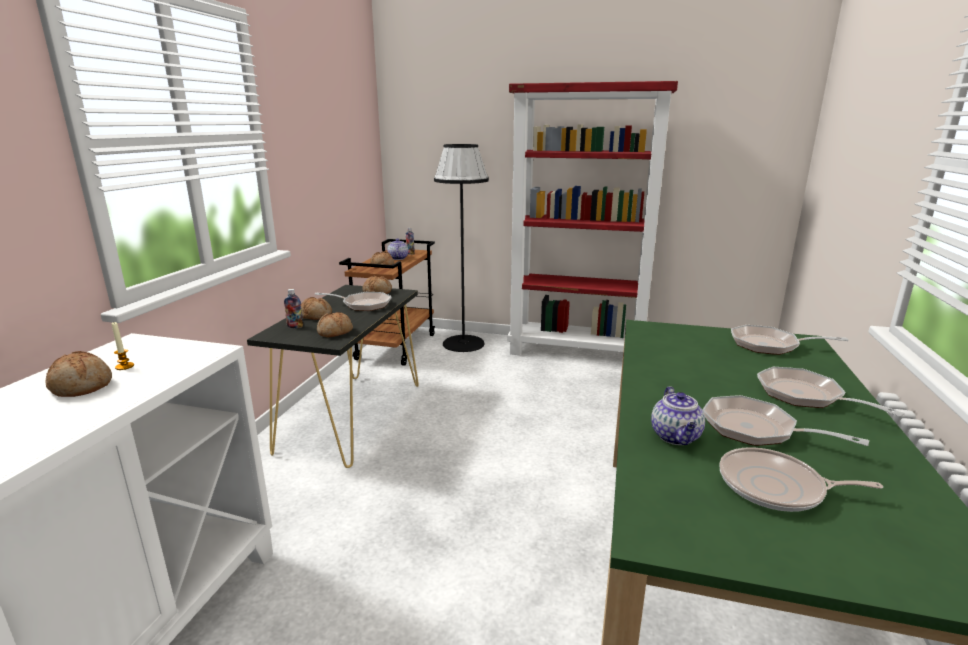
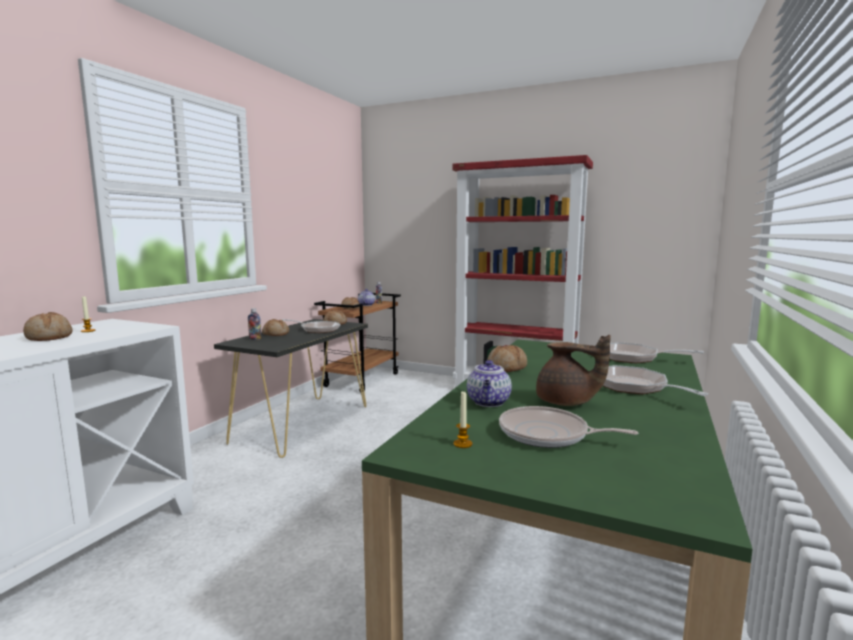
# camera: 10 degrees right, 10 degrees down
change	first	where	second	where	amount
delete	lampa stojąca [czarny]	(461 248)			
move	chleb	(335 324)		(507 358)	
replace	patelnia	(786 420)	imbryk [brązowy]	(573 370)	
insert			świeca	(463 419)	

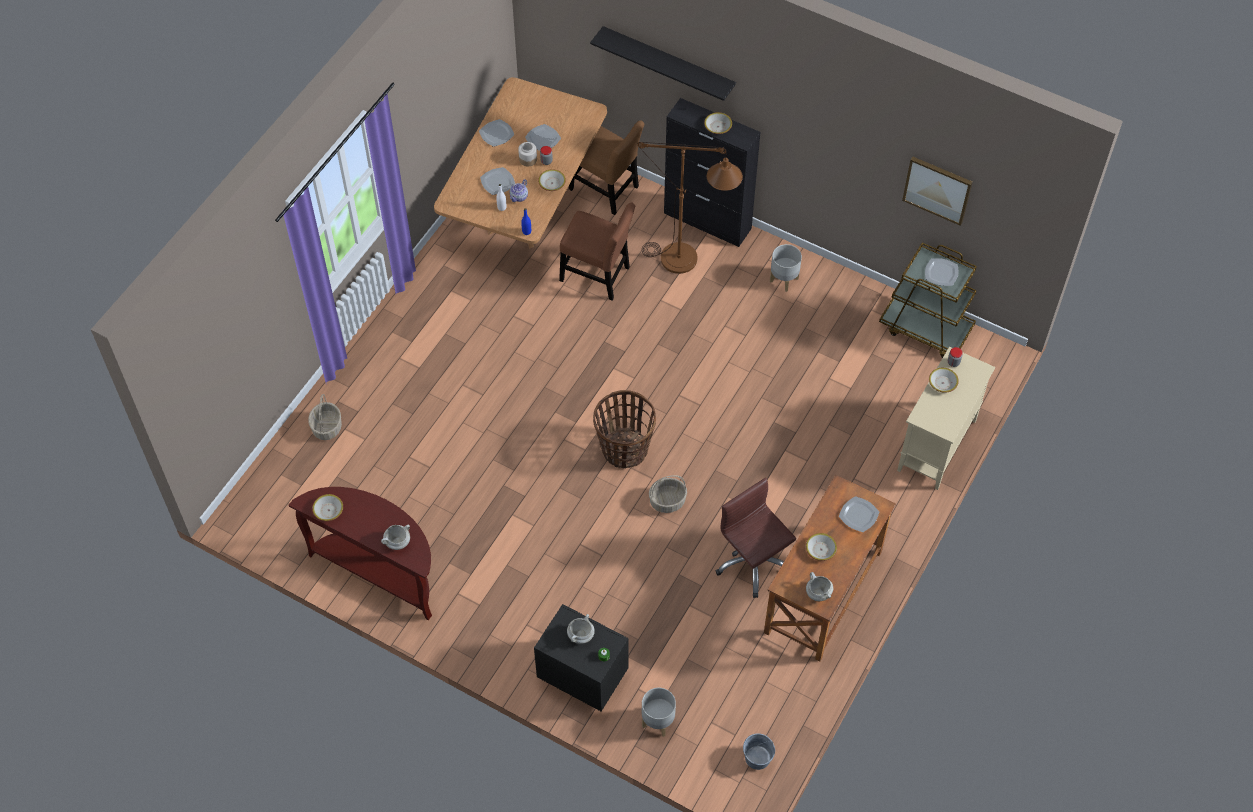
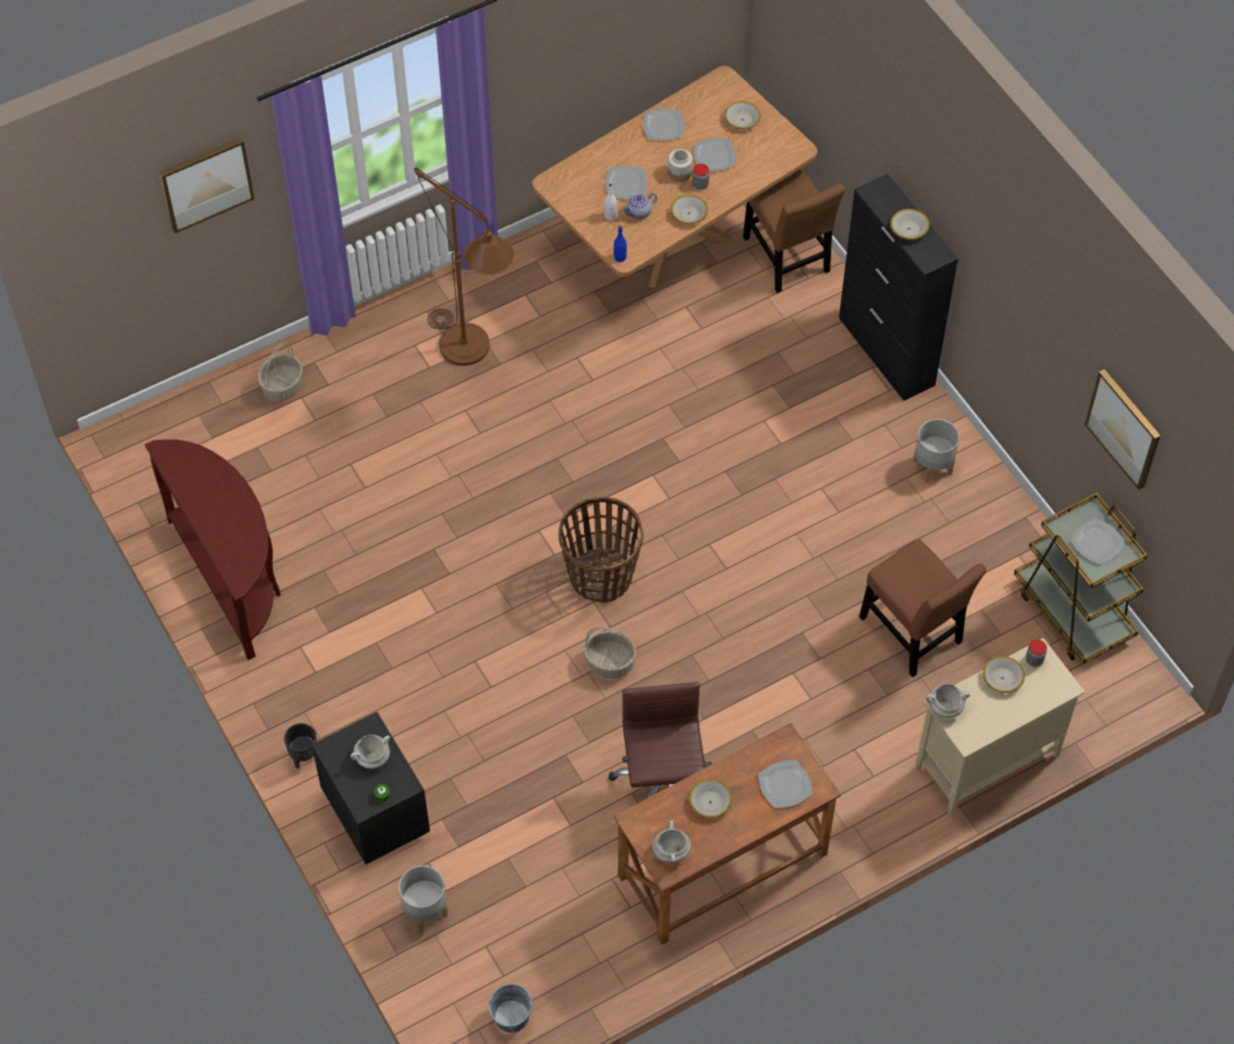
# camera: 30 degrees right, 0 degrees up
change	first	where	second	where	amount
delete	półka [czarny]	(663 63)			
move	lampa stojąca [brązowy]	(690 208)		(464 267)	
move	krzesło [brązowy]	(597 251)		(923 608)	
move	miska	(327 507)		(742 115)	
move	garnek [biały]	(395 537)		(948 701)	
insert			obraz	(207 185)	
insert			donica [czarny]	(300 746)	

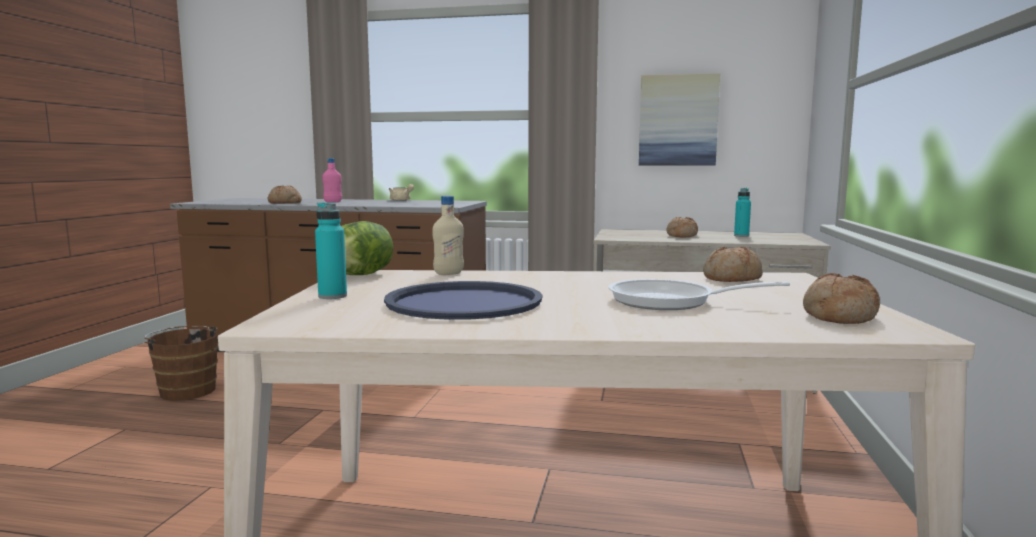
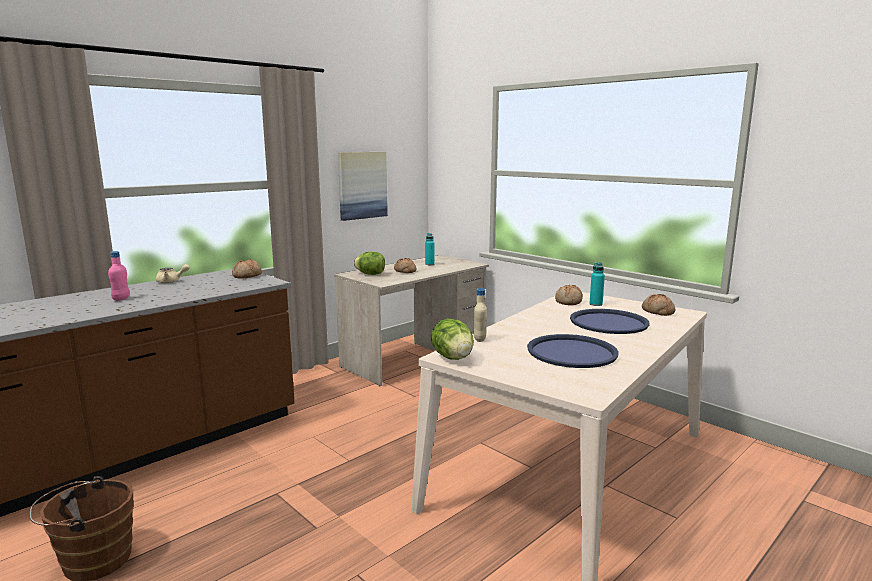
# camera: 55 degrees left, 5 degrees up
change	first	where	second	where	amount
move	chleb	(285 194)		(247 269)	
move	butelka [turkusowy]	(331 250)		(597 284)	
replace	patelnia	(699 294)	taca [niebieski]	(610 321)	
insert			sałata	(369 263)	

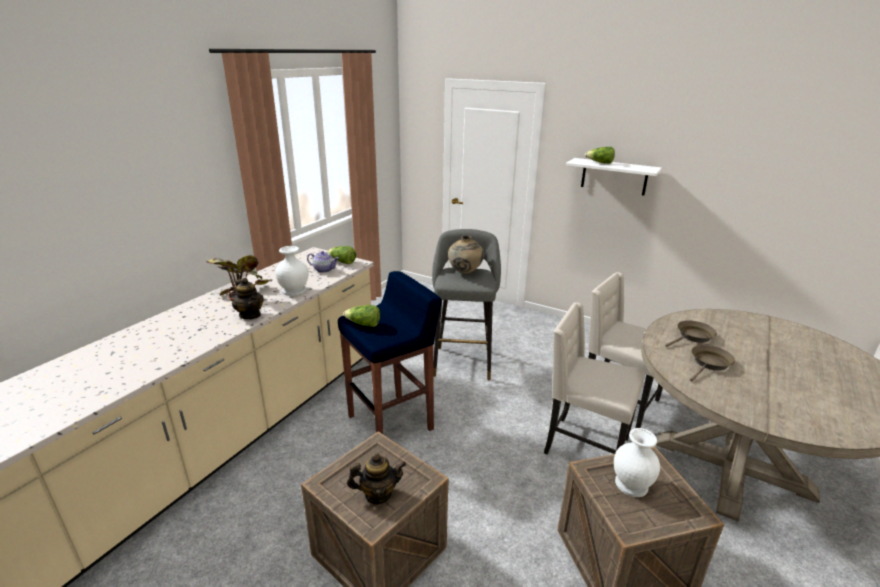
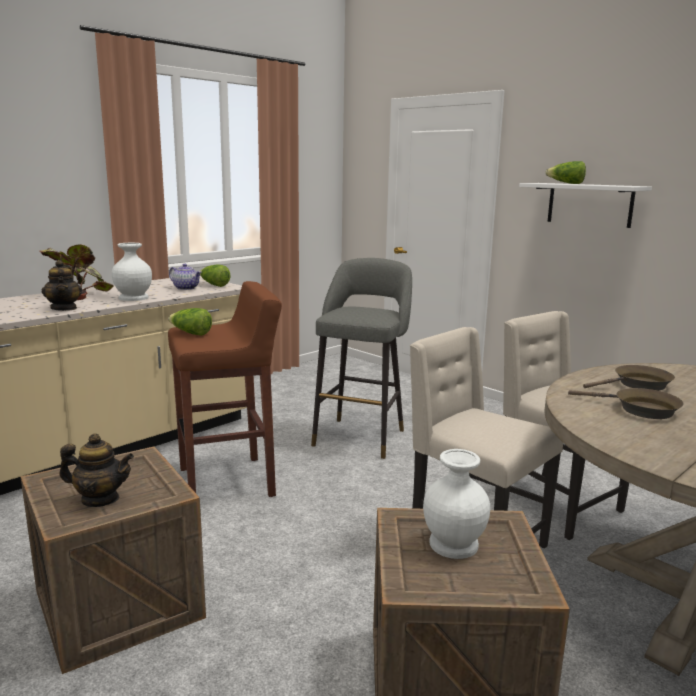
# camera: 15 degrees right, 10 degrees down
change	first	where	second	where	amount
delete	wazon [beżowy]	(466 254)			
recolor	stołek [niebieski]	(390 352)	stołek [brązowy]	(225 389)	
rotate	patelnia [brązowy]	(712 363)		(626 403)	60 degrees clockwise

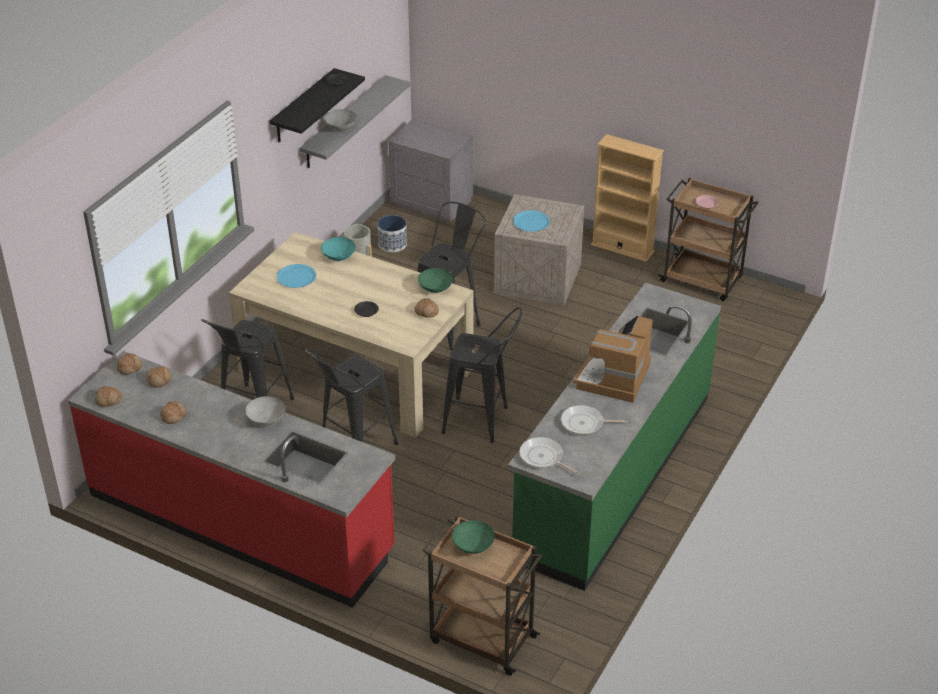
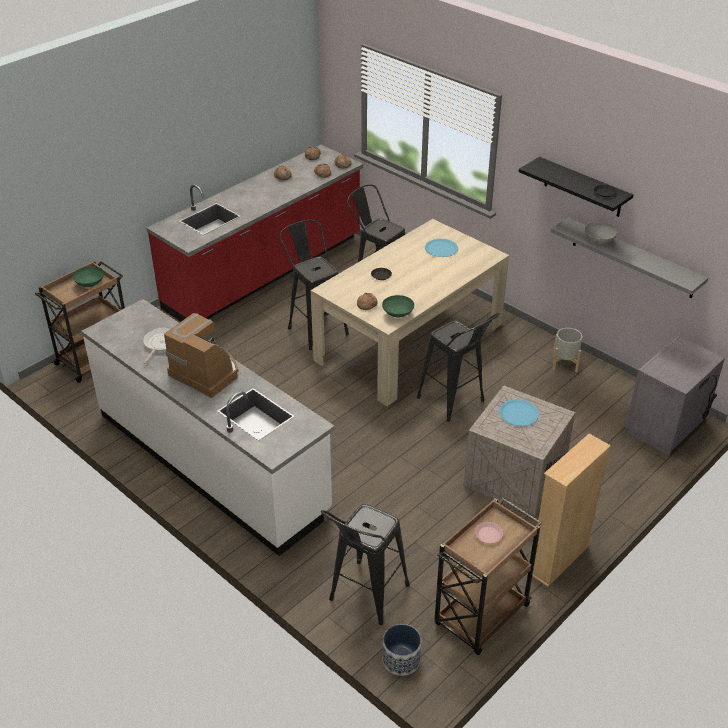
# camera: 105 degrees right, 0 degrees up
change	first	where	second	where	amount
move	donica	(392 233)		(402 650)	
delete	miska [turkusowy]	(338 249)			
recolor	zabudowa kuchenna [zielony]	(614 436)	zabudowa kuchenna [biały]	(208 427)	
move	stołek [czarny]	(481 375)		(365 564)	
delete	miska [szary]	(265 411)			
delete	patelnia	(549 456)			

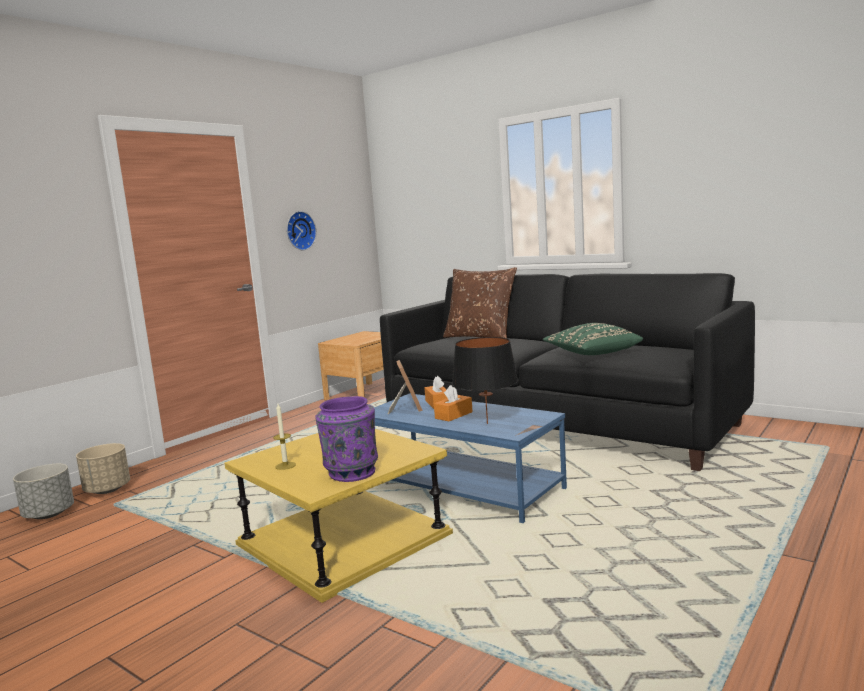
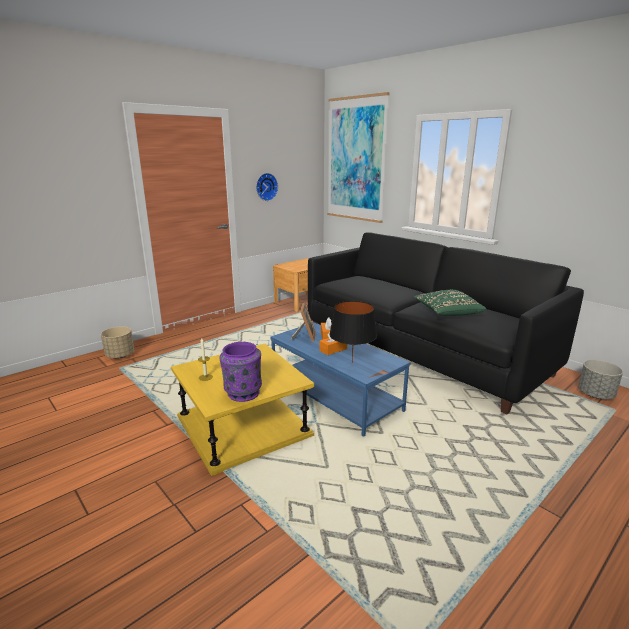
# camera: 10 degrees right, 10 degrees up
change	first	where	second	where	amount
delete	poduszka [brązowy]	(480 302)			
move	donica [szary]	(43 491)		(600 379)	
insert			obraz	(358 157)	

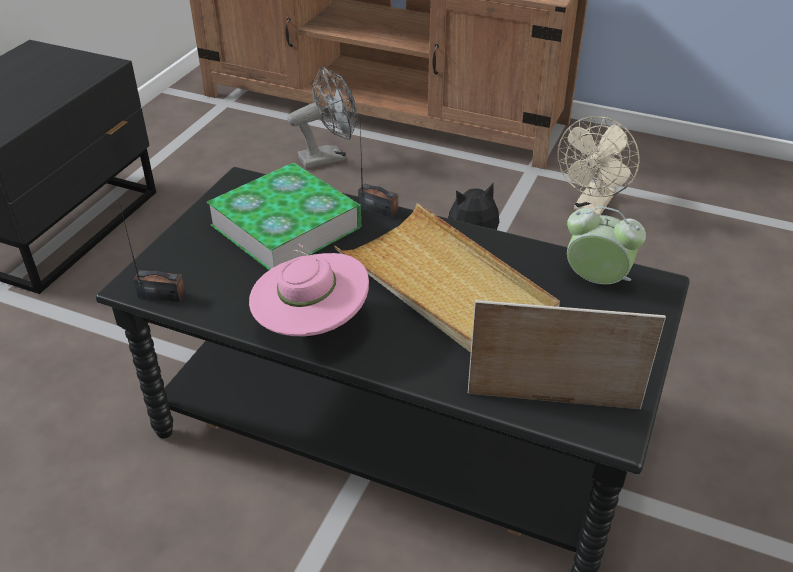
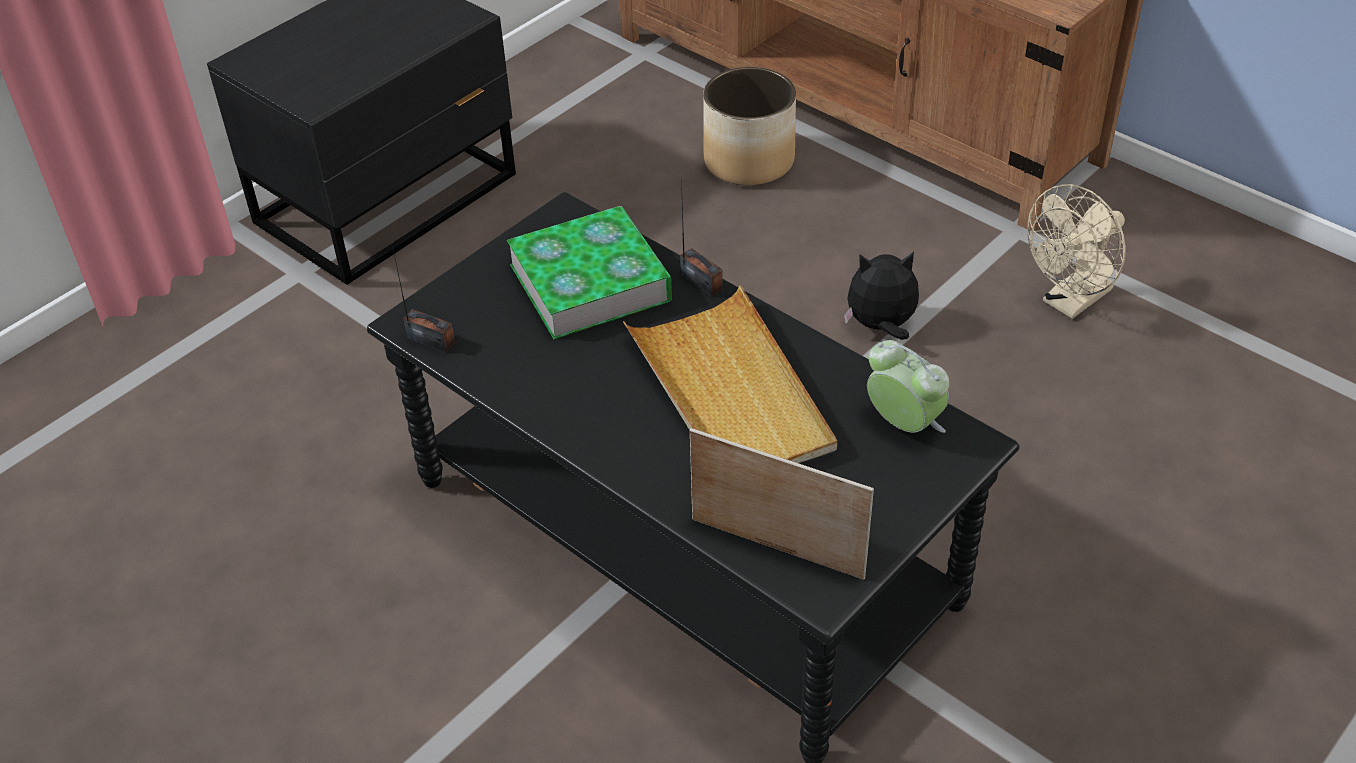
# camera: 20 degrees right, 5 degrees up
change	first	where	second	where	amount
replace	wentylator [szary]	(322 118)	donica	(749 126)	
delete	kapelusz [różowy]	(309 290)			

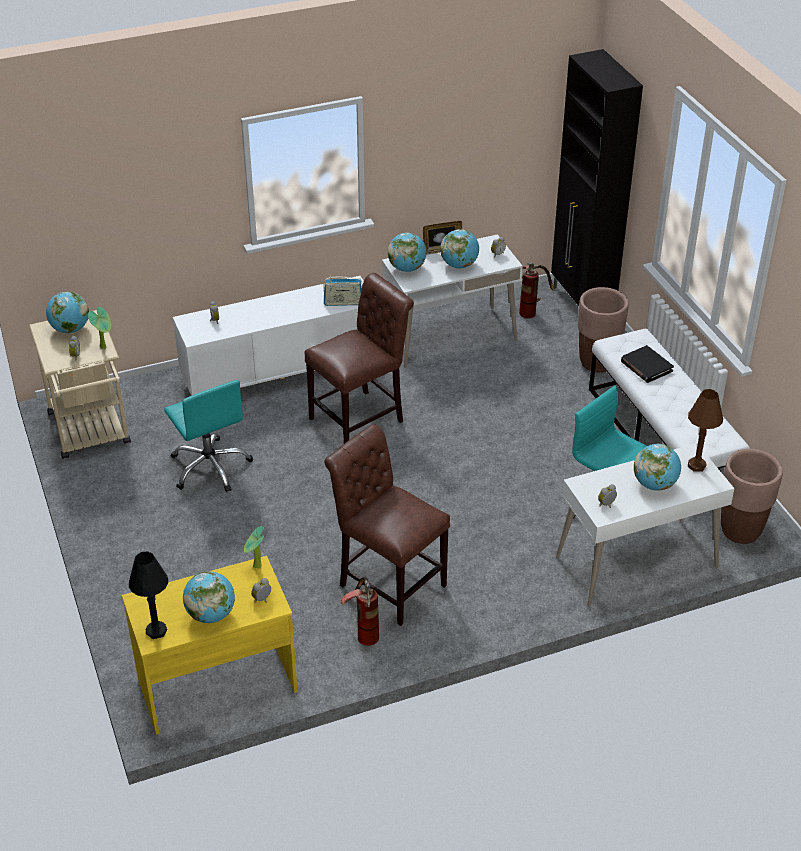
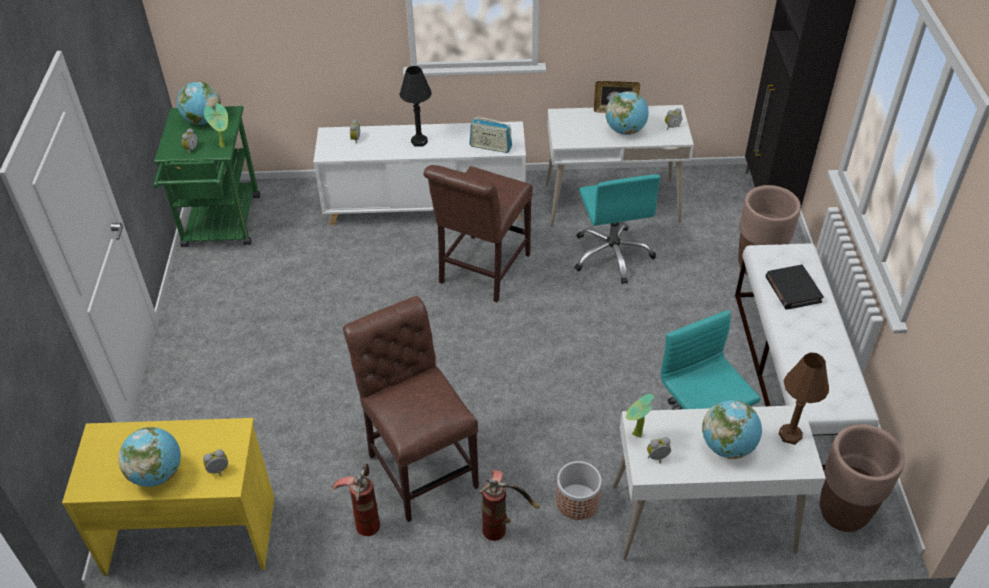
# camera: 20 degrees right, 5 degrees up
change	first	where	second	where	amount
delete	globus	(407 252)			
move	gaśnica	(537 290)		(509 505)	
rotate	krzesło [brązowy]	(359 358)		(478 233)	135 degrees clockwise
recolor	wózek [beżowy]	(80 384)	wózek [zielony]	(207 176)	
move	krzesło biurowe [turkusowy]	(208 436)		(617 229)	
move	roślina doniczkowa	(254 547)		(640 415)	
move	lampa stołowa [czarny]	(148 595)		(415 106)	
insert			donica	(579 490)	

